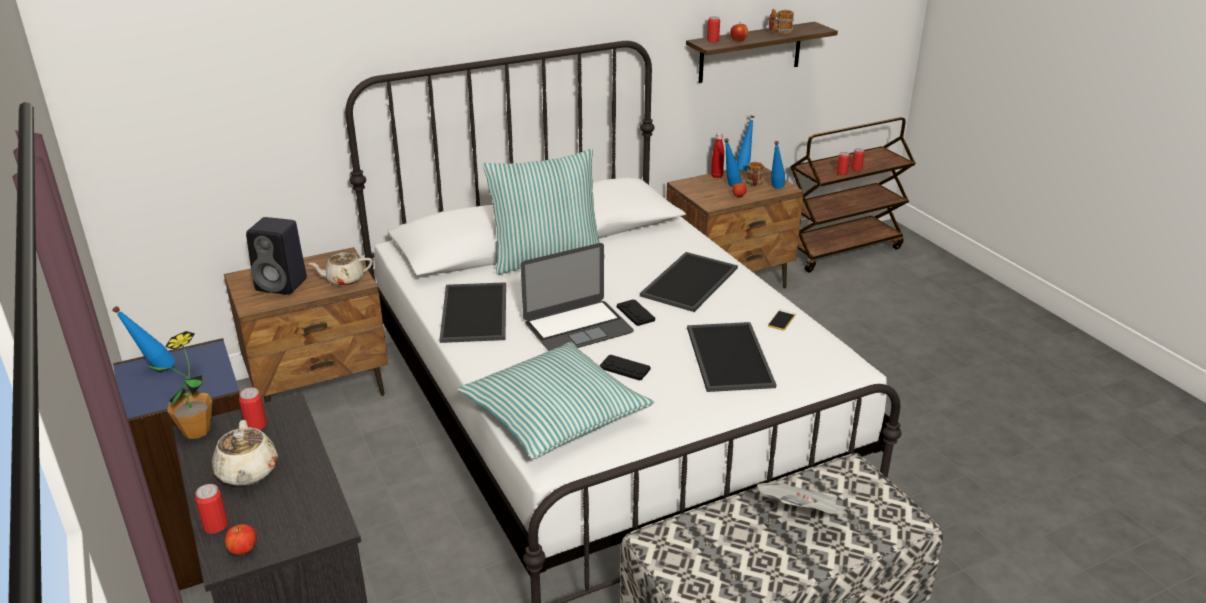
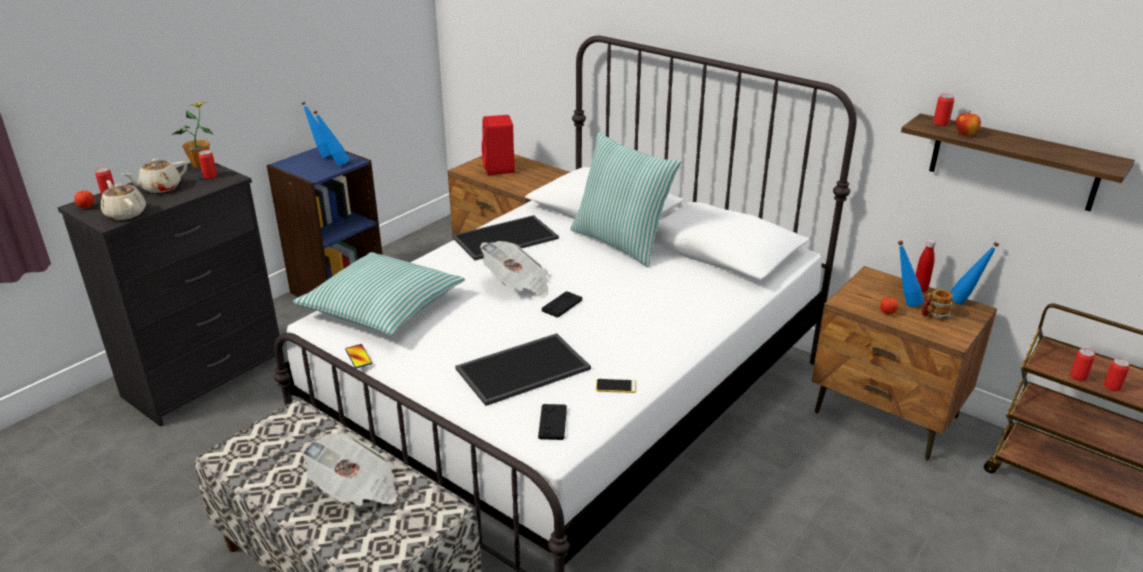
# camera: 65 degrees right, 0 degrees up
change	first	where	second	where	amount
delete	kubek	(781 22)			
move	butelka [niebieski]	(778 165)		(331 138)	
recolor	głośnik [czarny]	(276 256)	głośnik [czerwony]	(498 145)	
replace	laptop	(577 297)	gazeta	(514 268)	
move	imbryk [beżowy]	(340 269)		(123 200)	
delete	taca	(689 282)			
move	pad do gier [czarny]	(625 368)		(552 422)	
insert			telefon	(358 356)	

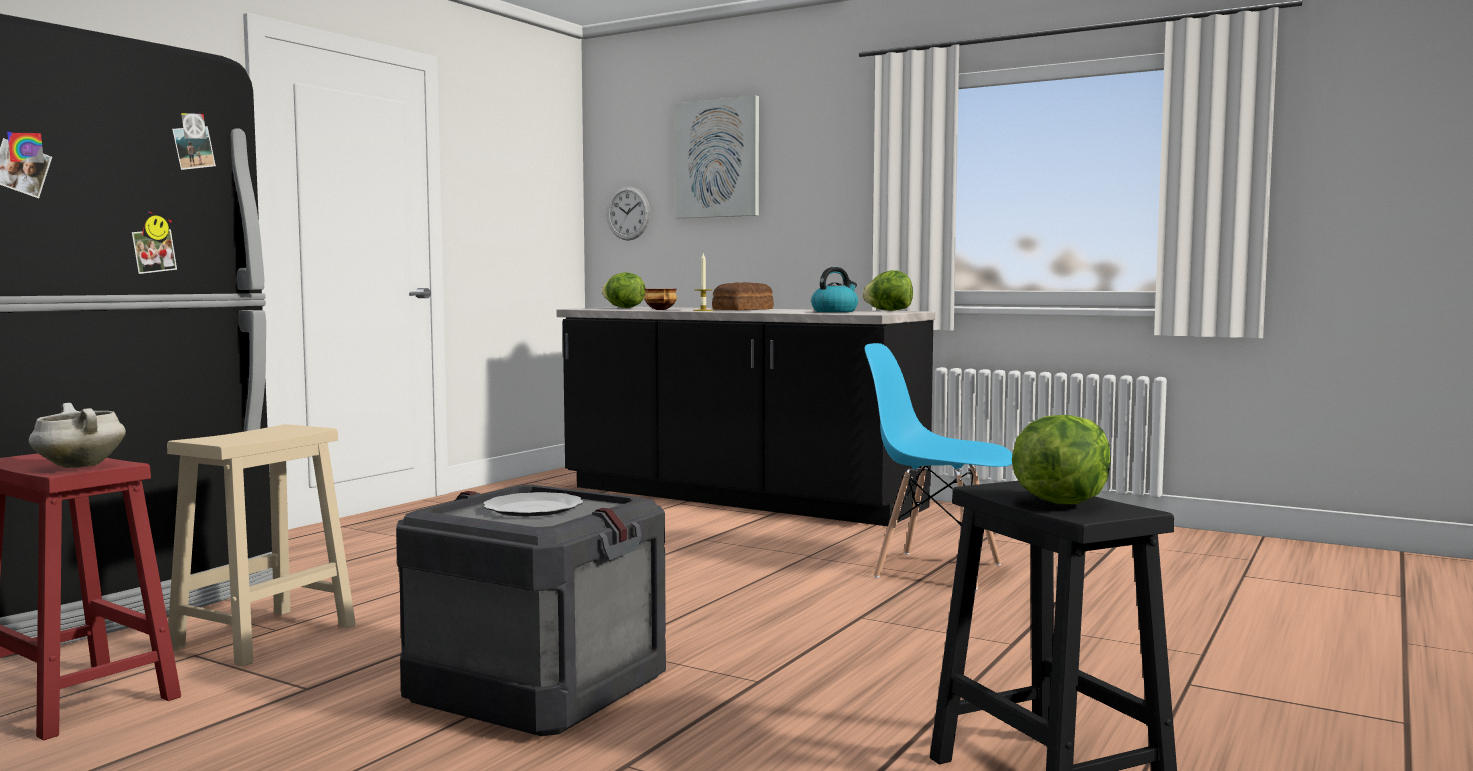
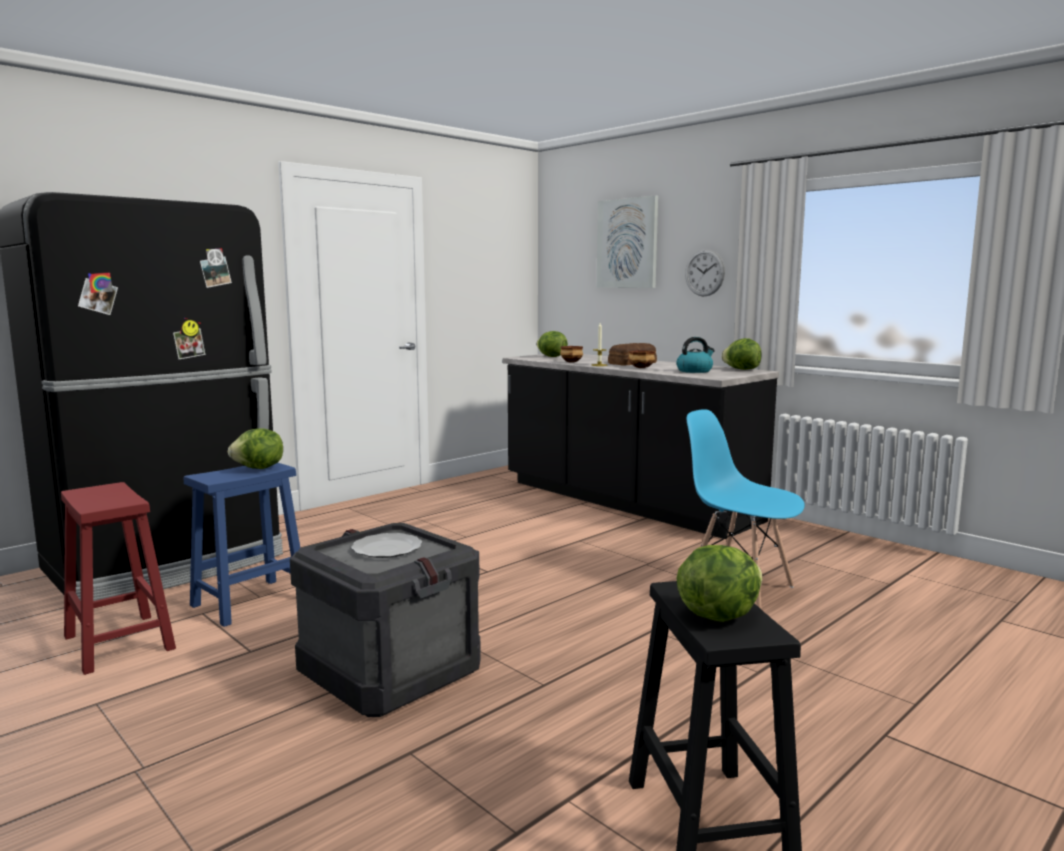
# camera: 15 degrees right, 5 degrees up
change	first	where	second	where	amount
move	zegar ścienny	(628 213)		(705 273)	
delete	garnek [biały]	(77 435)			
recolor	stołek [beżowy]	(261 545)	stołek [niebieski]	(242 545)	
insert			miska	(641 359)	
insert			sałata	(255 448)	

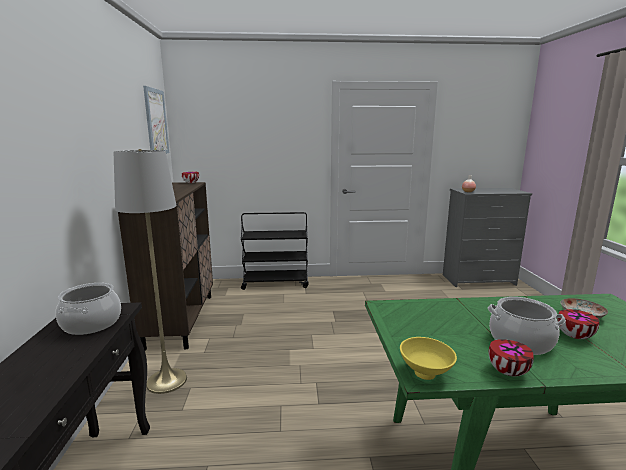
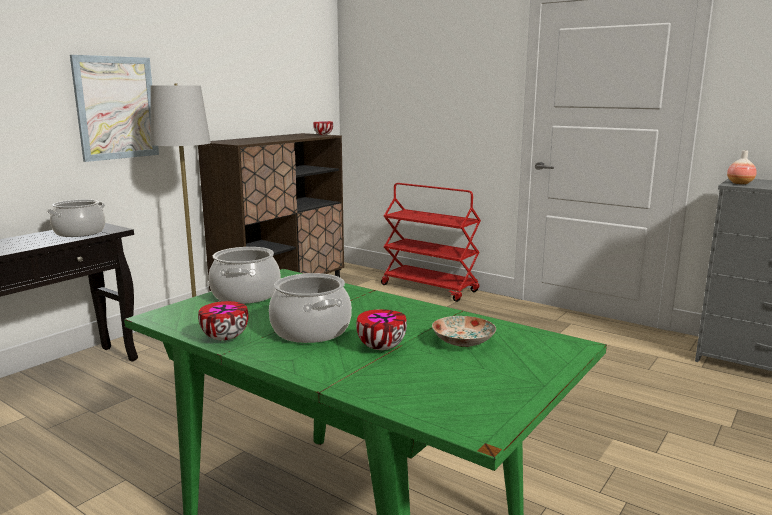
# camera: 40 degrees right, 0 degrees up
change	first	where	second	where	amount
move	obraz	(156 120)		(114 108)	
recolor	wózek [czarny]	(275 251)	wózek [czerwony]	(431 242)	
delete	miska [żółty]	(428 358)			
insert			garnek	(244 275)	

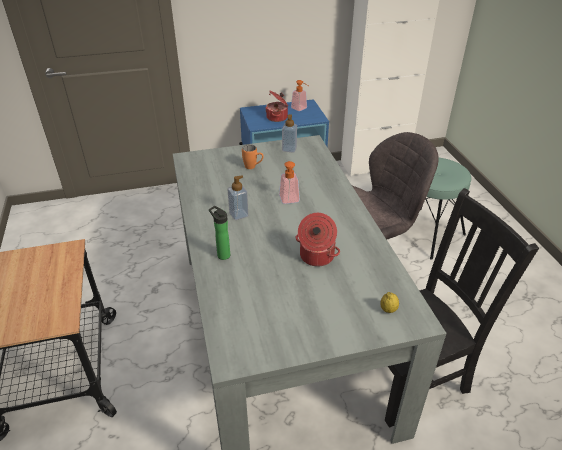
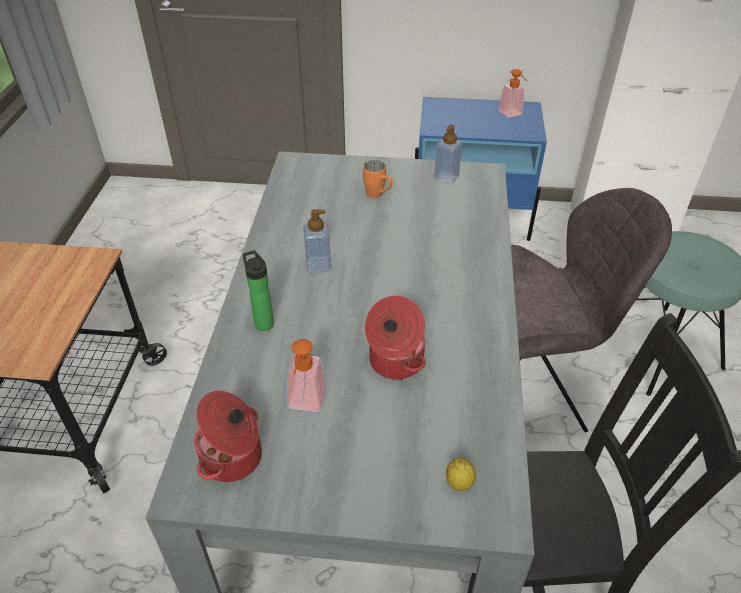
# camera: 20 degrees right, 5 degrees up
change	first	where	second	where	amount
move	garnek	(276 106)		(228 436)	
move	dozownik mydła	(289 182)		(307 375)	

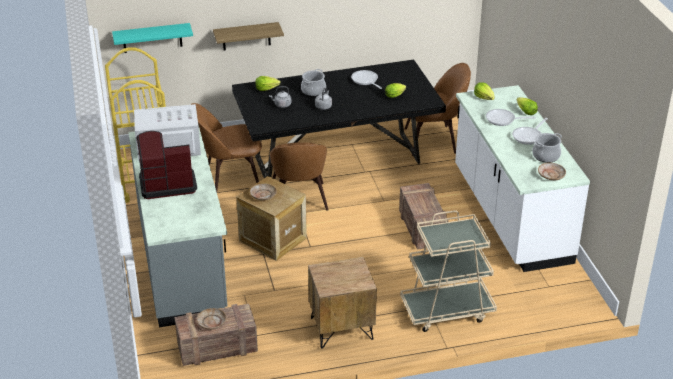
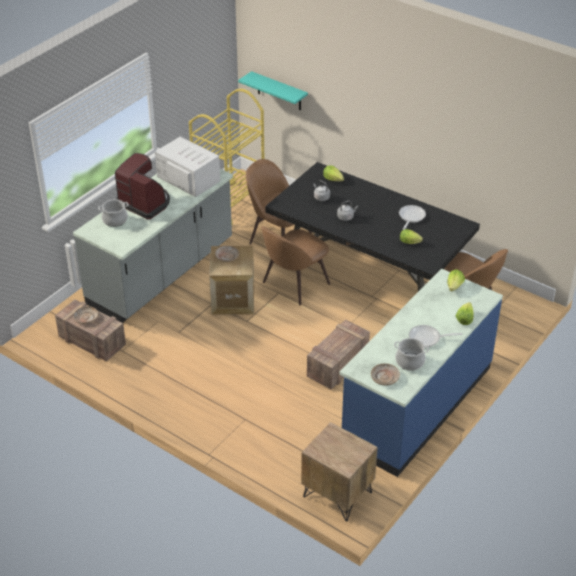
# camera: 50 degrees right, 5 degrees up
change	first	where	second	where	amount
delete	półka	(248 36)			
move	garnek	(313 82)		(113 213)	
recolor	zabudowa kuchenna [biały]	(522 178)	zabudowa kuchenna [niebieski]	(421 373)	
delete	patelnia	(511 117)			
delete	wózek [beżowy]	(448 271)			
move	szafka nocna [brązowy]	(342 302)		(339 472)	

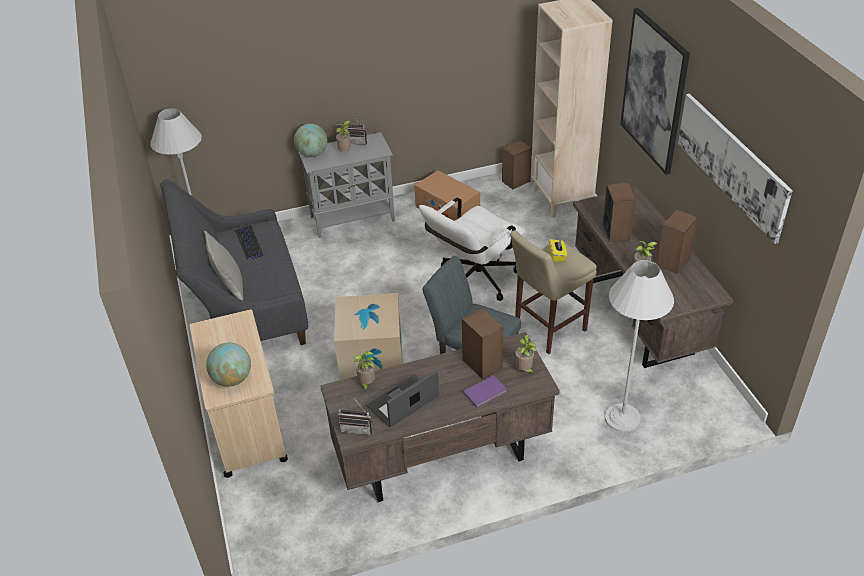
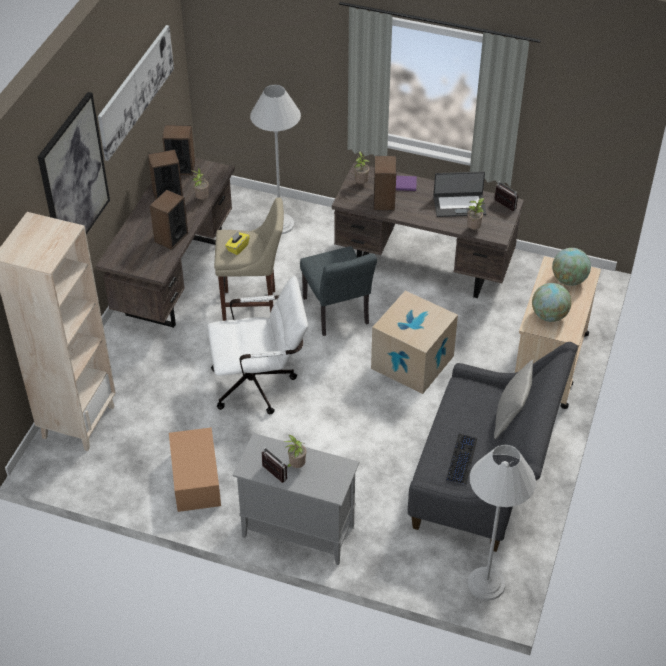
# camera: 145 degrees left, 5 degrees up
change	first	where	second	where	amount
move	globus	(310 140)		(552 302)	
move	głośnik	(517 164)		(178 150)	

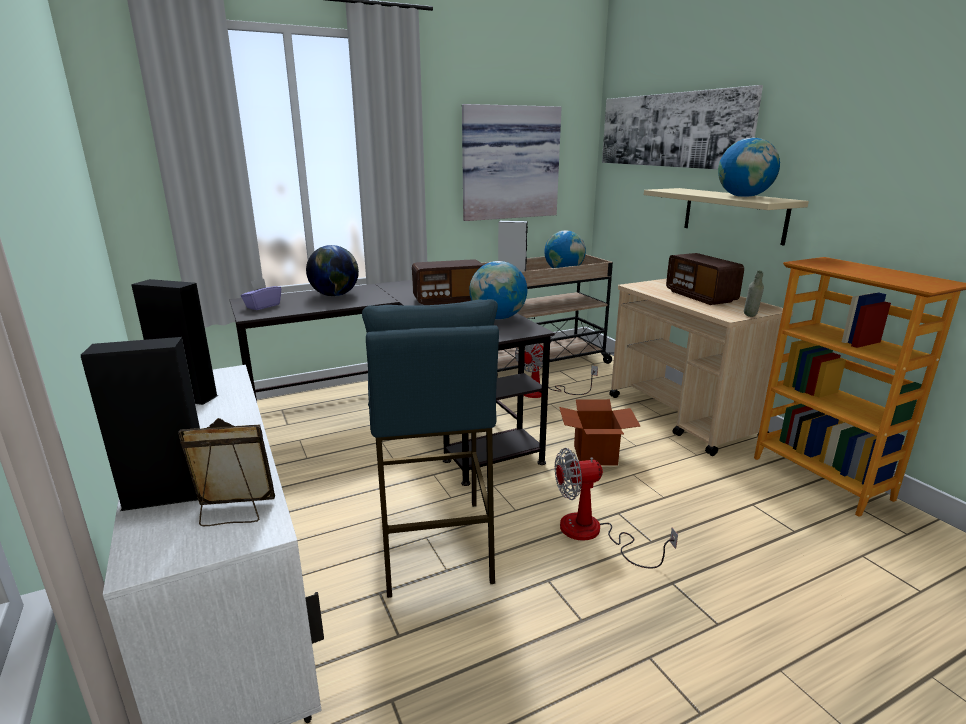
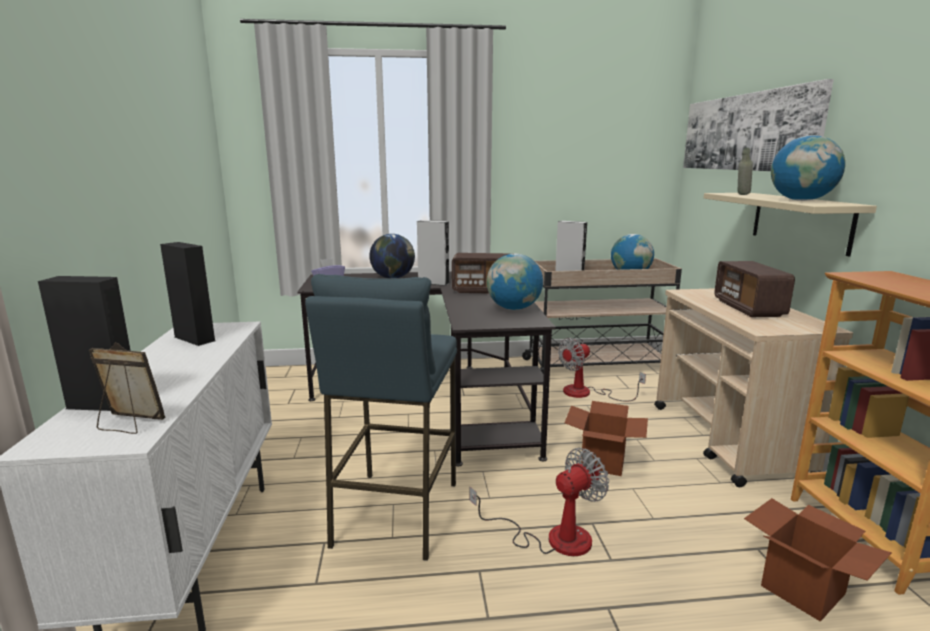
# camera: 20 degrees right, 5 degrees down
change	first	where	second	where	amount
delete	obraz	(512 162)			
move	butelka [szary]	(754 293)		(745 171)	
rotate	wentylator	(616 508)		(539 502)	135 degrees clockwise
insert			głośnik [szary]	(433 253)	
insert			karton	(818 560)	

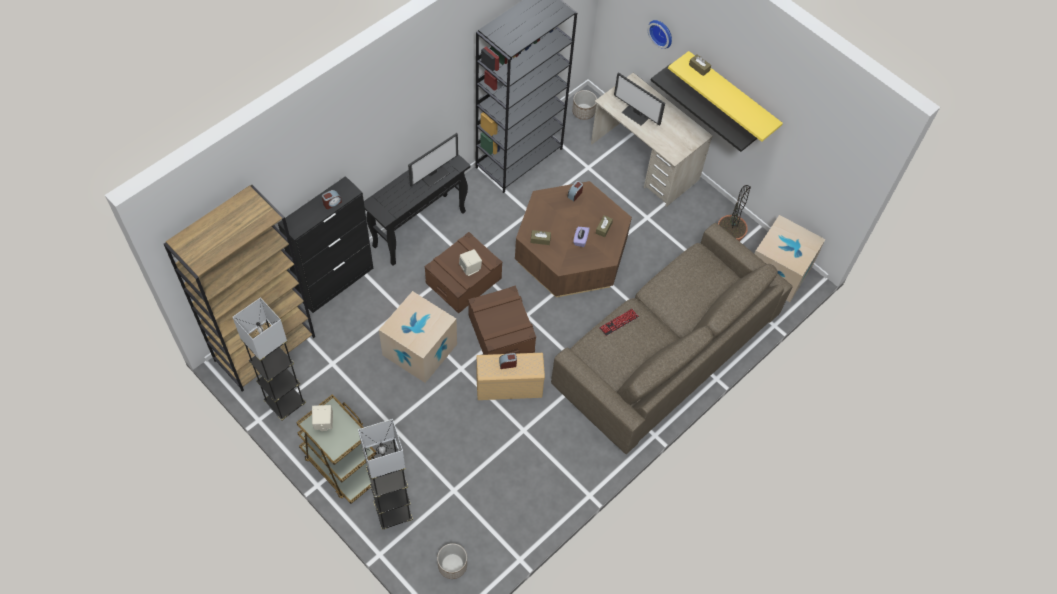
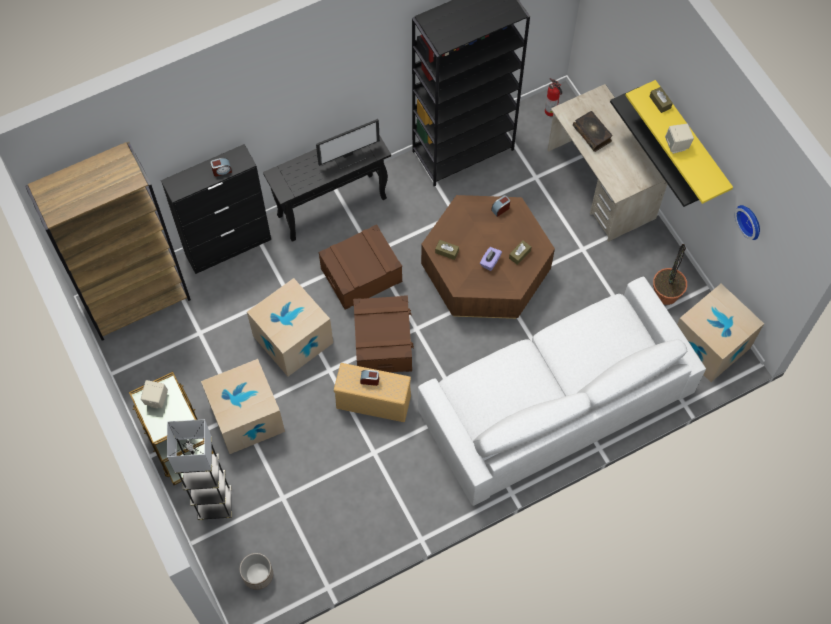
# camera: 20 degrees right, 5 degrees up
change	first	where	second	where	amount
move	zegar ścienny	(660 34)		(747 222)	
replace	monitor	(639 99)	książka	(592 131)	
replace	donica	(584 105)	gaśnica	(553 97)	
recolor	kanapa [brązowy]	(672 338)	kanapa [biały]	(562 391)	
move	głośnik [beżowy]	(470 262)		(679 139)	
delete	lampa stojąca [szary]	(269 359)			
delete	klawiatura	(619 322)			
insert			karton	(243 406)	

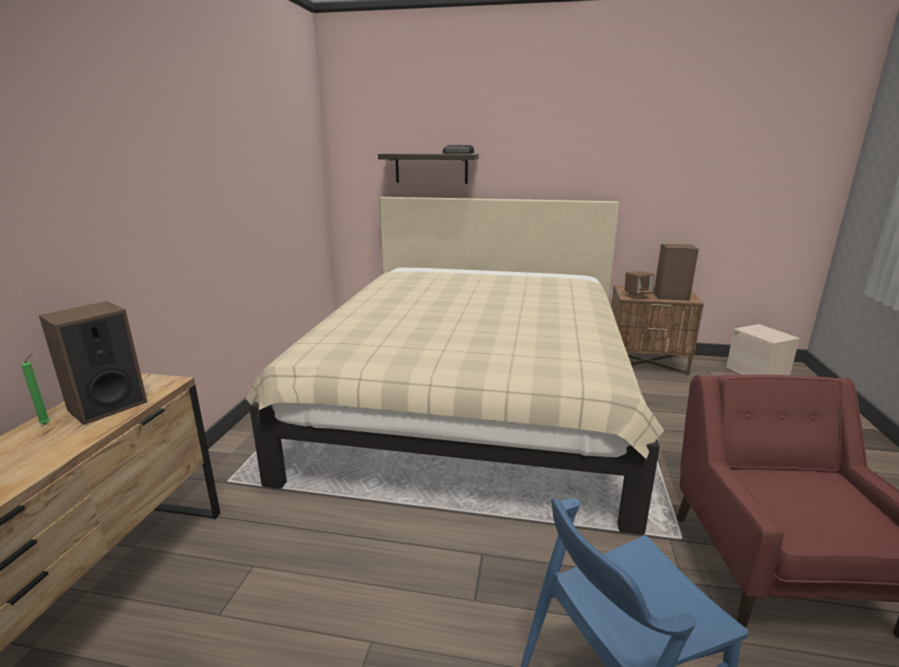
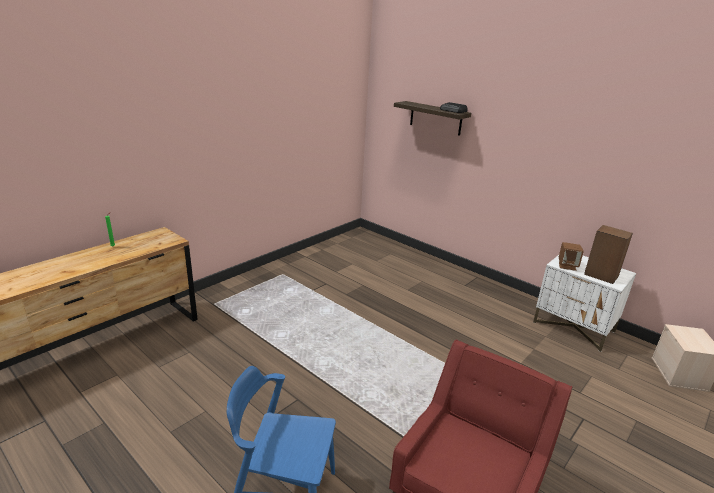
# camera: 30 degrees right, 5 degrees up
change	first	where	second	where	amount
delete	łóżko [beżowy]	(455 366)			
recolor	szafka nocna [brązowy]	(657 330)	szafka nocna [biały]	(584 303)	
delete	głośnik	(93 363)			

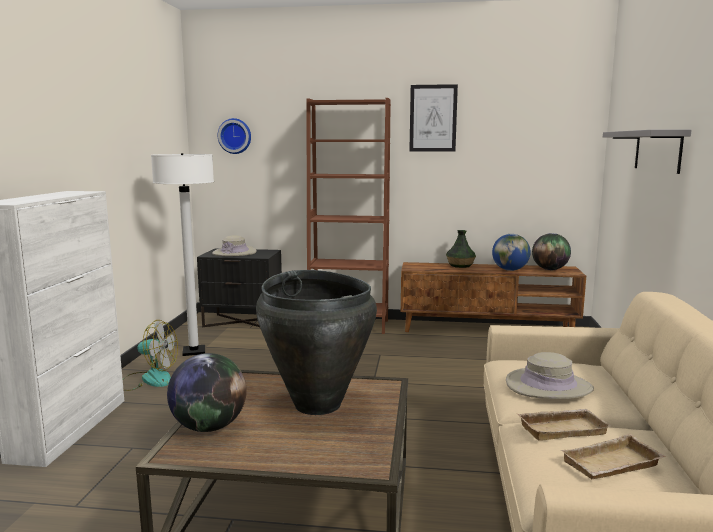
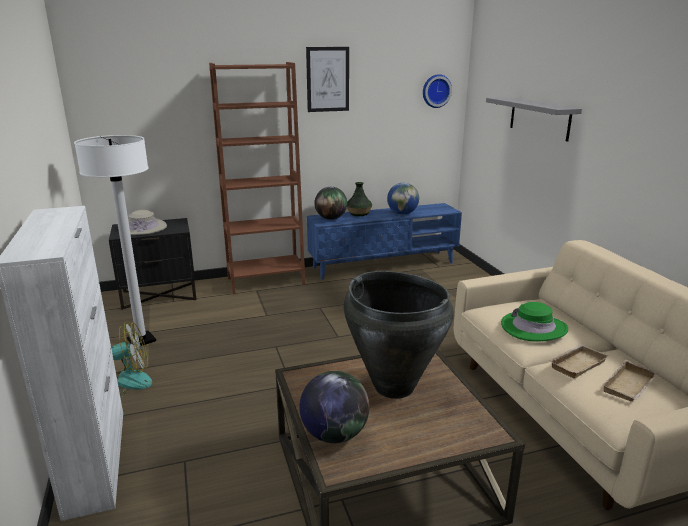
# camera: 25 degrees left, 10 degrees up
change	first	where	second	where	amount
move	zegar ścienny	(234 136)		(437 91)	
move	globus	(551 251)		(330 203)	
recolor	szafka pod telewizor [brązowy]	(493 297)	szafka pod telewizor [niebieski]	(384 241)	
recolor	kapelusz [beżowy]	(550 375)	kapelusz [zielony]	(534 321)	

